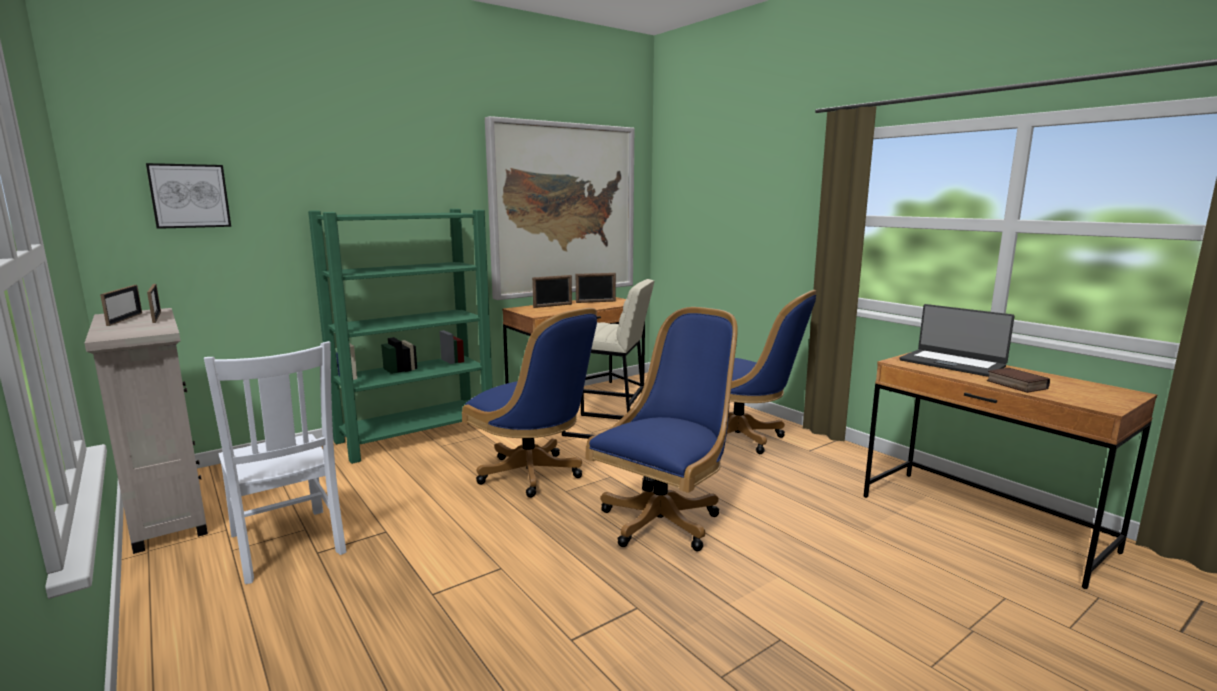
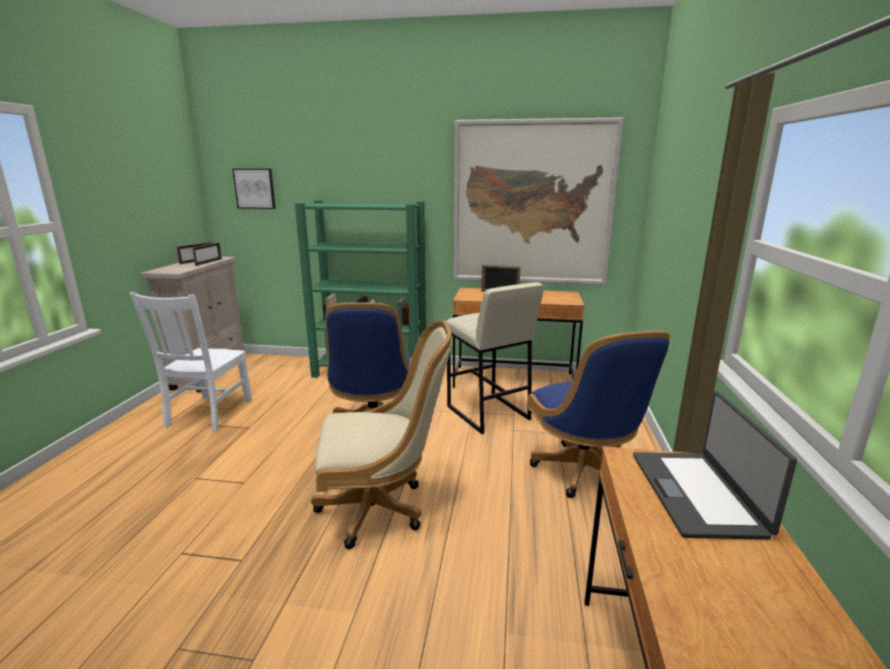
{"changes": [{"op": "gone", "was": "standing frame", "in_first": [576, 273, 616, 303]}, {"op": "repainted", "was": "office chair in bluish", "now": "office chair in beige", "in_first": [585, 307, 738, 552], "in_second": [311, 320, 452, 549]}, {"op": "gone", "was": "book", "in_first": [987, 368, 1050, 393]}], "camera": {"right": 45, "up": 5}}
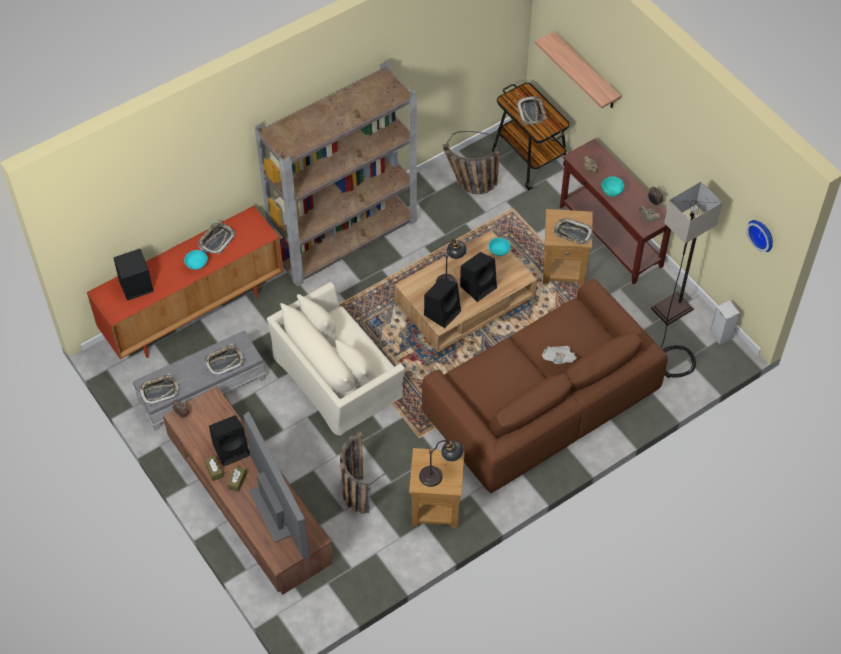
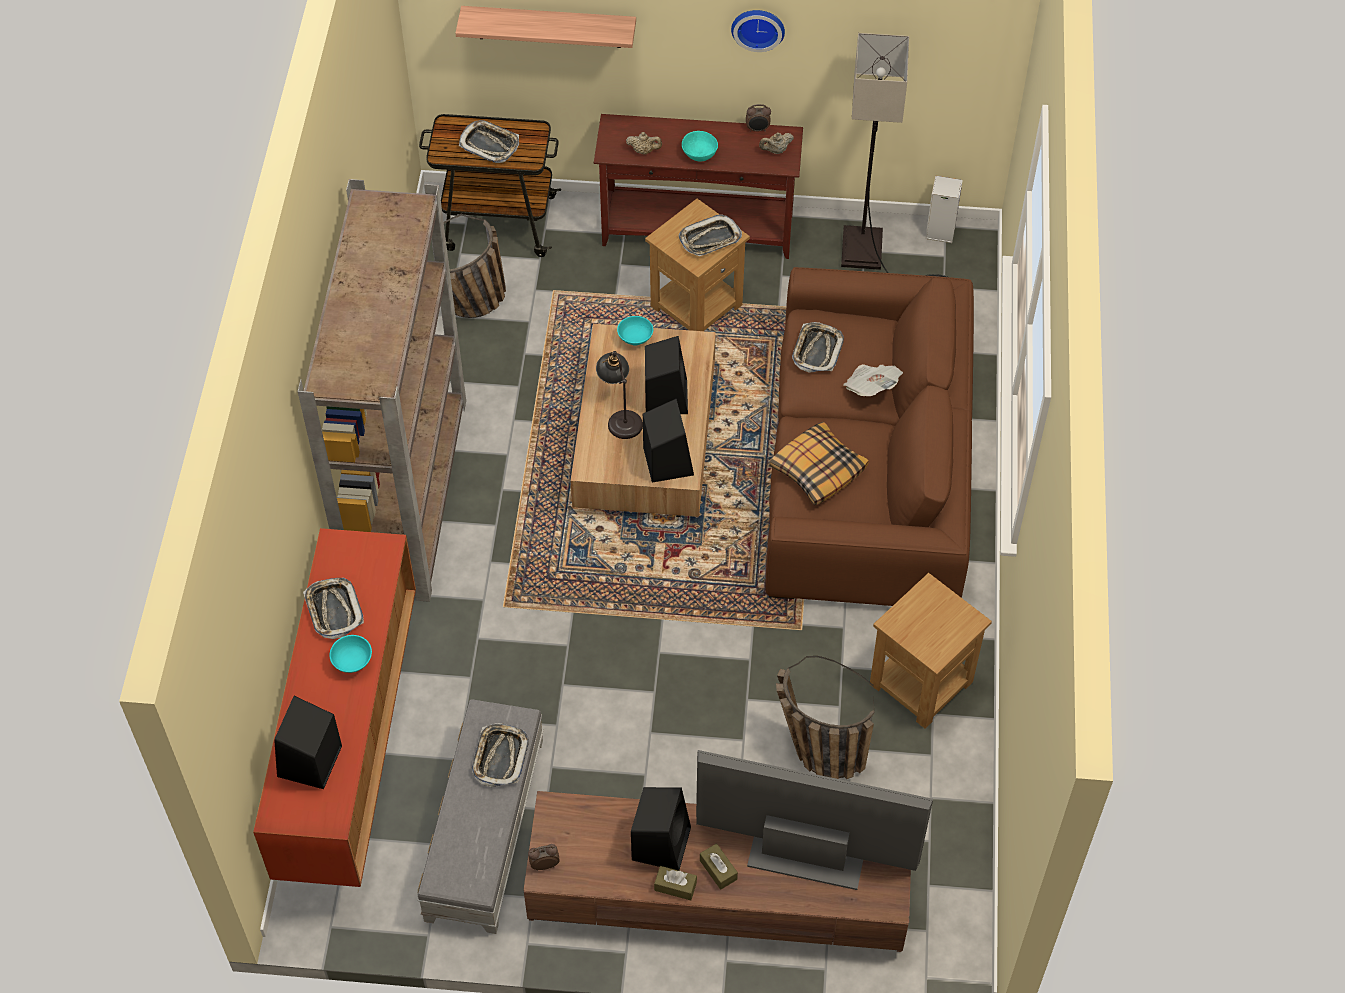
{"changes": [{"op": "shifted", "was": "hanging clock", "in_first": [746, 220, 773, 252], "in_second": [731, 10, 785, 52]}, {"op": "gone", "was": "easy chair in beige", "in_first": [267, 282, 405, 436]}, {"op": "shifted", "was": "tray", "in_first": [138, 374, 180, 406], "in_second": [792, 322, 844, 373]}, {"op": "gone", "was": "table lamp in greyish", "in_first": [419, 438, 464, 487]}, {"op": "new", "now": "pillow", "in_second": [769, 422, 869, 505]}], "camera": {"right": -50, "up": 0}}
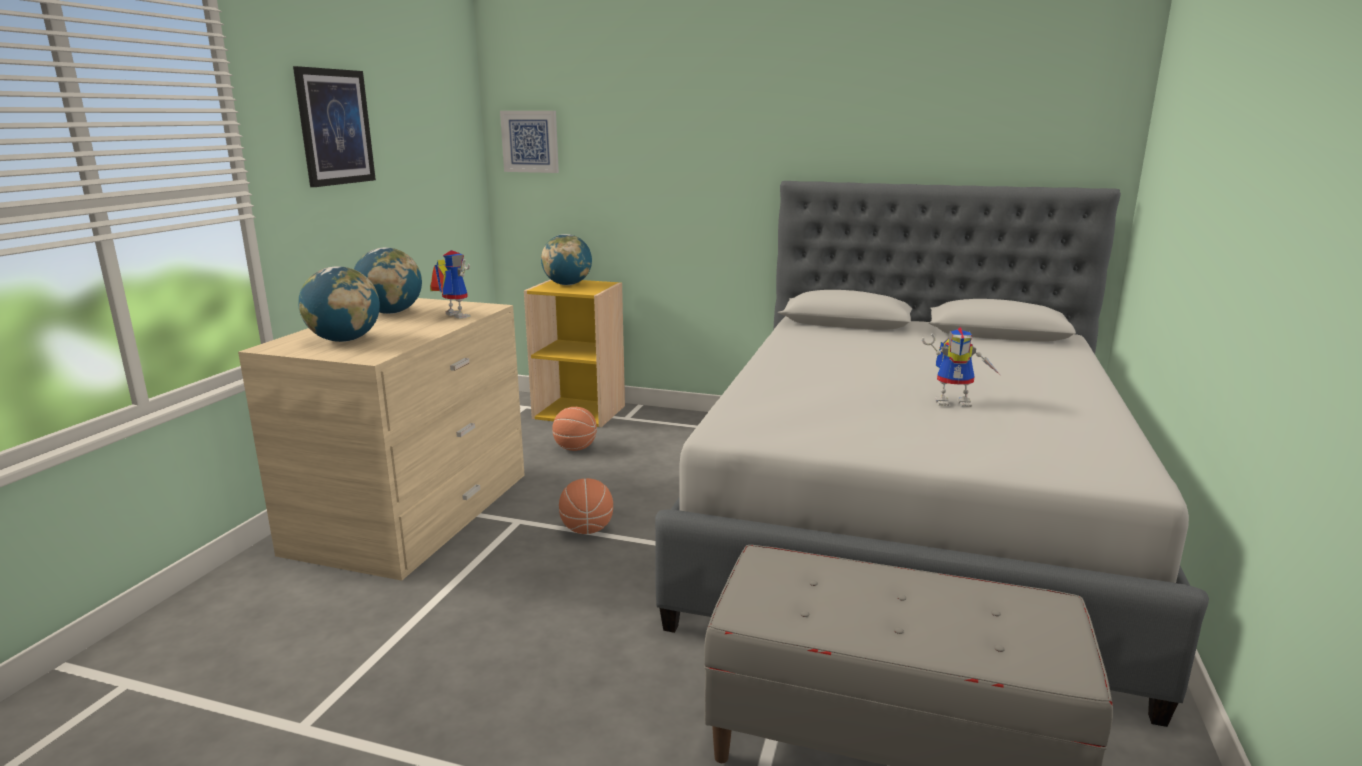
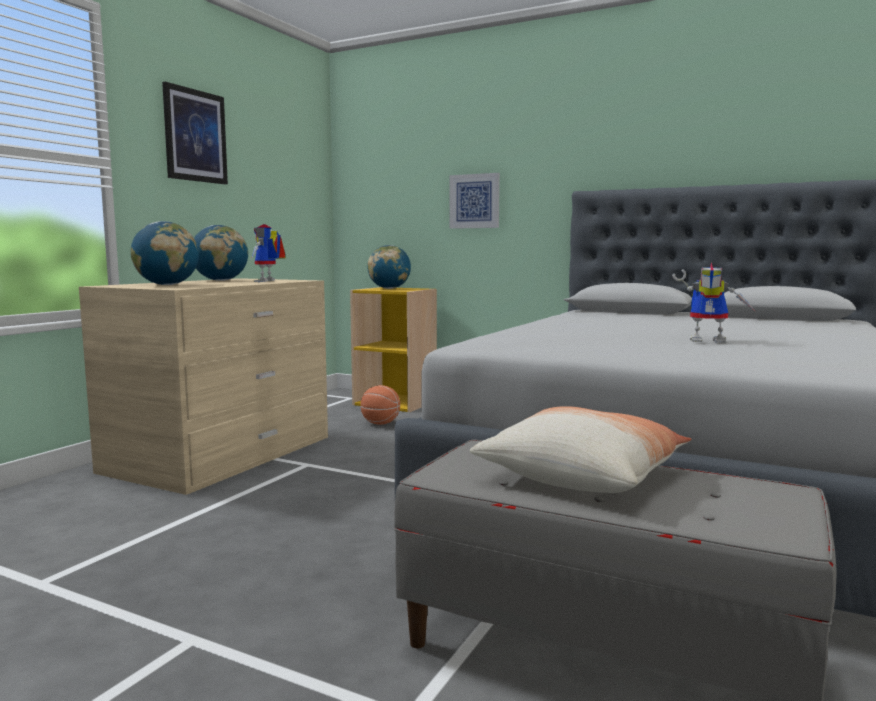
{"changes": [{"op": "shifted", "was": "picture", "in_first": [500, 111, 559, 173], "in_second": [449, 173, 500, 229]}, {"op": "rotated", "was": "model robot", "in_first": [430, 250, 471, 319], "in_second": [251, 224, 286, 282], "clockwise": -135}, {"op": "gone", "was": "basketball", "in_first": [559, 478, 613, 534]}, {"op": "new", "now": "pillow", "in_second": [469, 406, 691, 493]}], "camera": {"right": 10, "up": -10}}
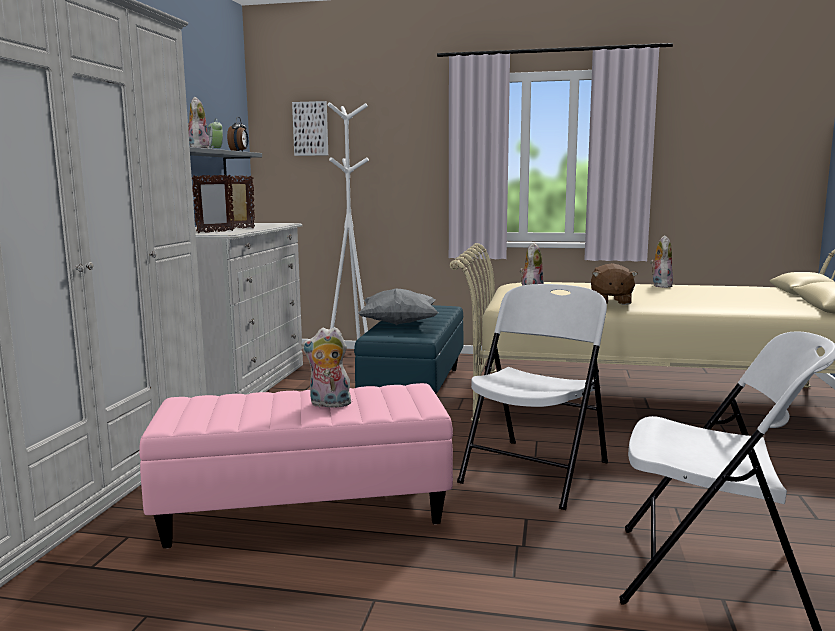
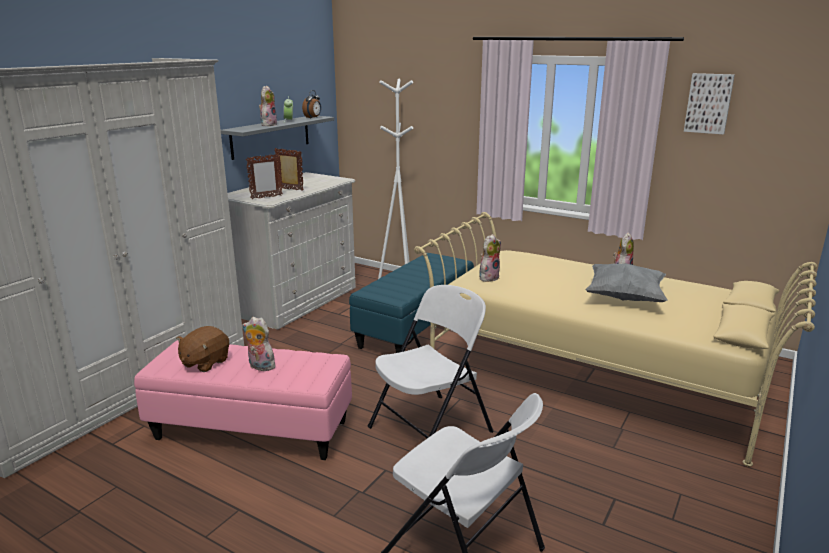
{"changes": [{"op": "shifted", "was": "picture", "in_first": [292, 101, 328, 156], "in_second": [684, 73, 735, 134]}, {"op": "shifted", "was": "plush toy in brown-coloured", "in_first": [591, 263, 638, 305], "in_second": [176, 326, 229, 372]}, {"op": "shifted", "was": "pillow in greyish", "in_first": [358, 288, 438, 325], "in_second": [585, 263, 668, 302]}], "camera": {"right": 20, "up": 10}}
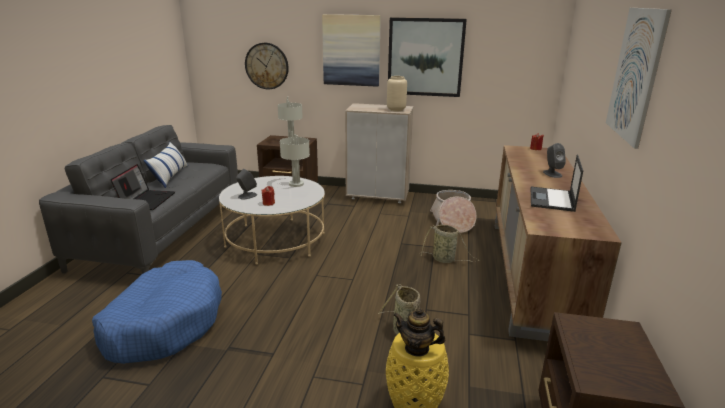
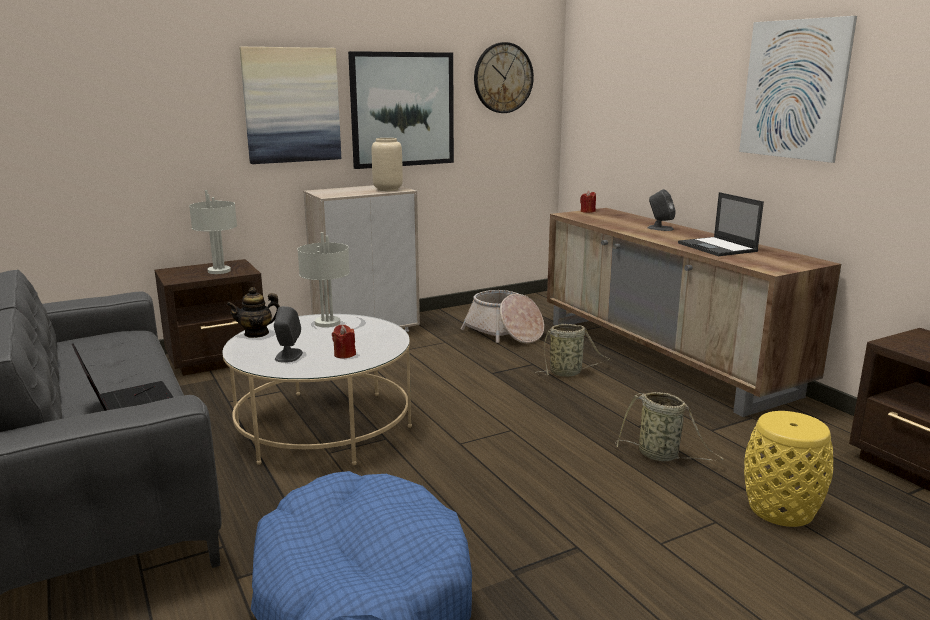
{"changes": [{"op": "shifted", "was": "hanging clock", "in_first": [245, 43, 289, 89], "in_second": [474, 42, 534, 113]}, {"op": "gone", "was": "pillow", "in_first": [143, 142, 188, 188]}, {"op": "shifted", "was": "pot for tea", "in_first": [393, 307, 445, 357], "in_second": [226, 287, 280, 338]}], "camera": {"right": -40, "up": -5}}
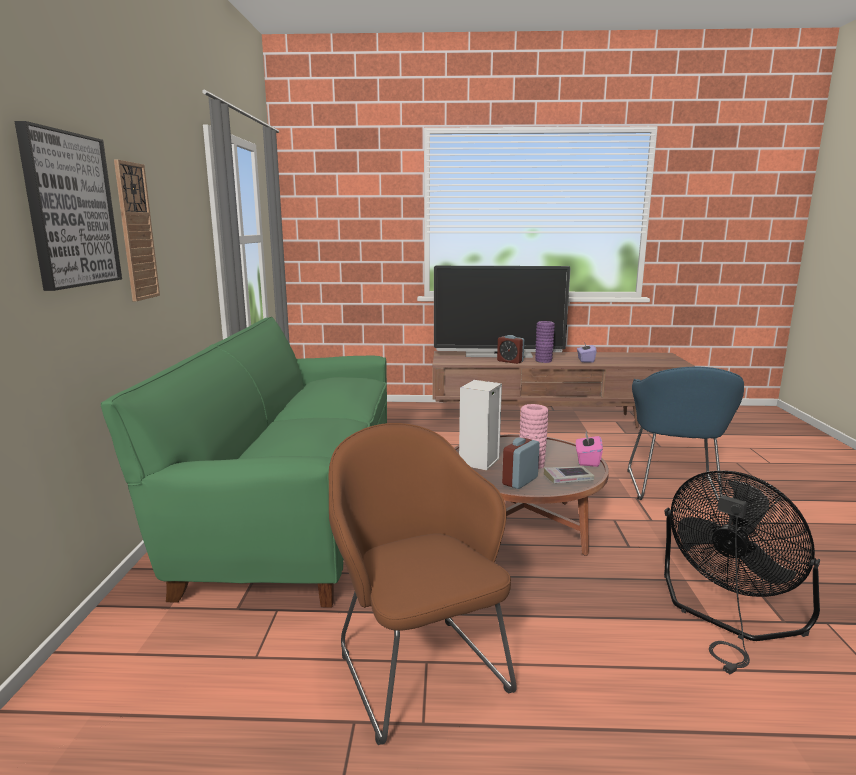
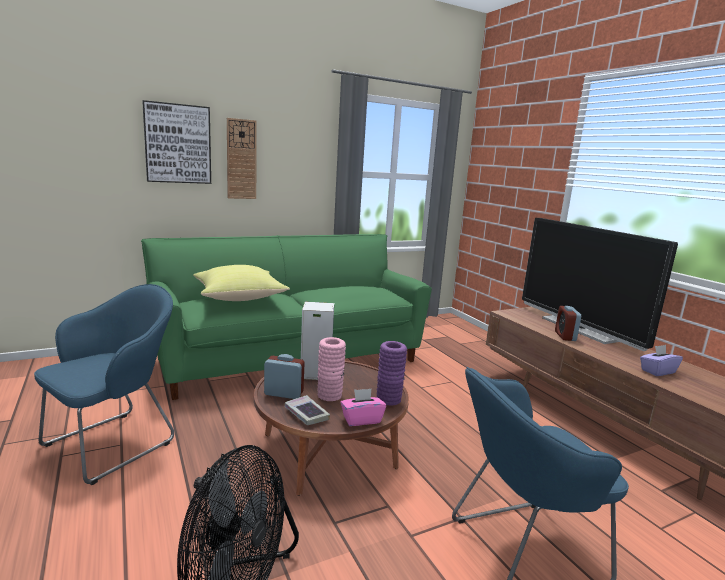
{"changes": [{"op": "shifted", "was": "decorative vase in purplish", "in_first": [535, 321, 555, 363], "in_second": [377, 341, 407, 406]}, {"op": "repainted", "was": "easy chair in brown-coloured", "now": "easy chair in bluish", "in_first": [329, 423, 517, 745], "in_second": [34, 284, 174, 485]}, {"op": "new", "now": "pillow in yellow-coloured", "in_second": [193, 265, 290, 301]}], "camera": {"right": 60, "up": 0}}
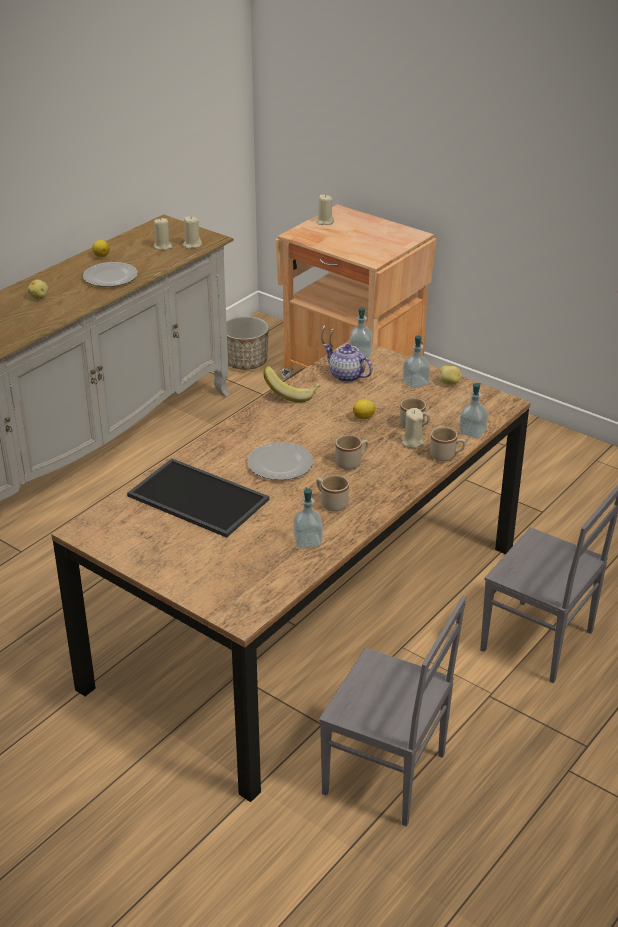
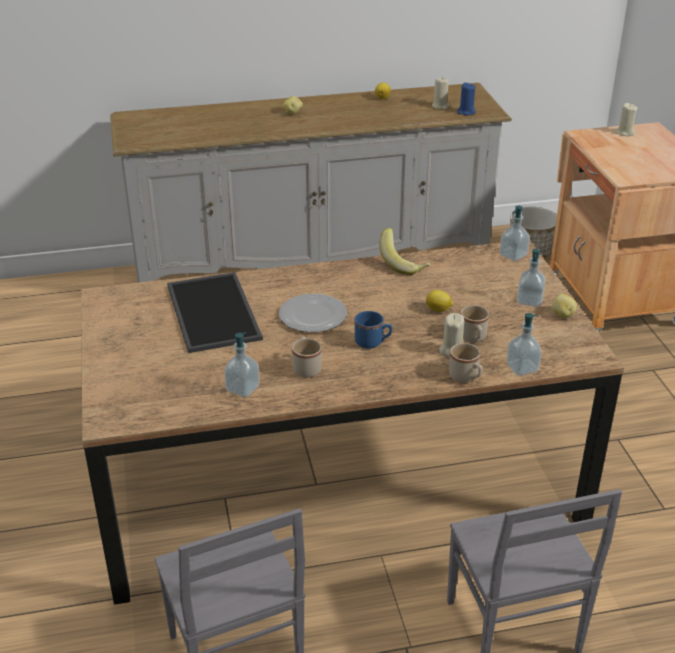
{"changes": [{"op": "repainted", "was": "wax light in beige", "now": "wax light in bluish", "in_first": [183, 216, 202, 249], "in_second": [457, 83, 476, 115]}, {"op": "gone", "was": "flat dish", "in_first": [83, 262, 138, 287]}, {"op": "gone", "was": "pot for tea", "in_first": [323, 343, 373, 382]}, {"op": "repainted", "was": "coffee mug in beige", "now": "coffee mug in bluish", "in_first": [335, 435, 368, 470], "in_second": [355, 311, 392, 349]}], "camera": {"right": 40, "up": 0}}
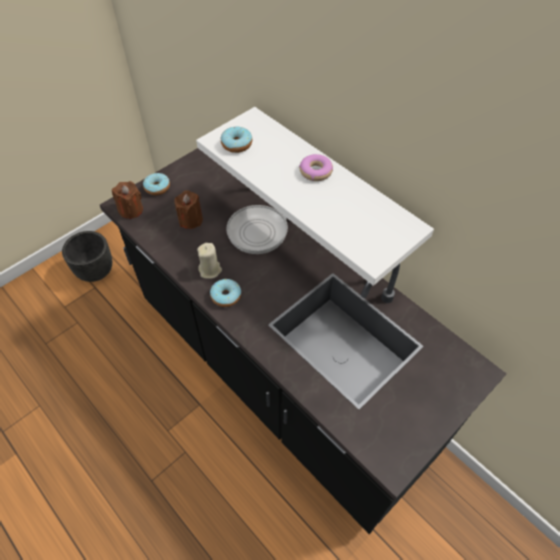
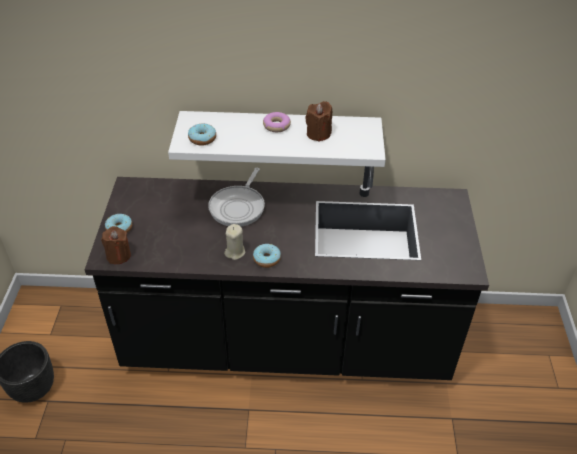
{"changes": [{"op": "shifted", "was": "wax light in brown-coloured", "in_first": [174, 190, 203, 229], "in_second": [305, 101, 332, 142]}], "camera": {"right": -45, "up": -10}}
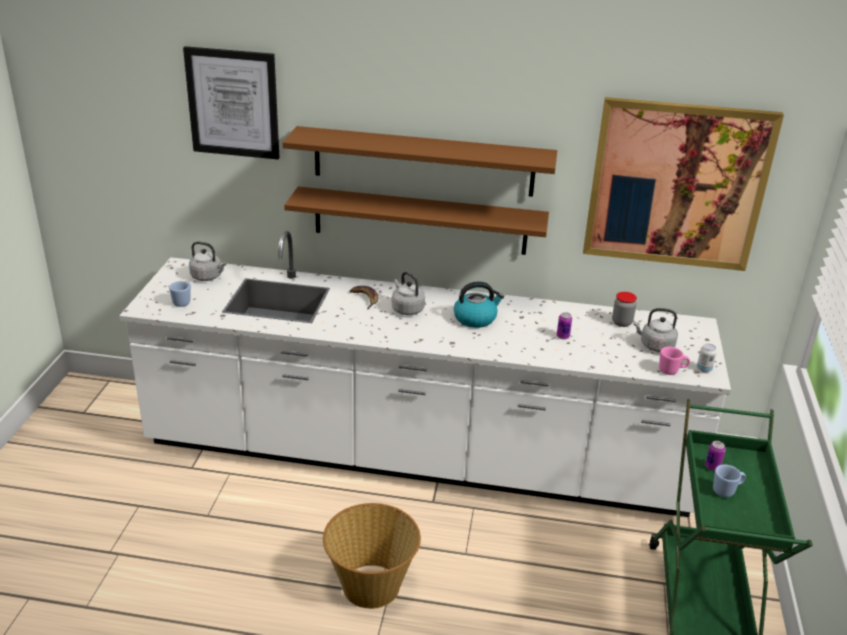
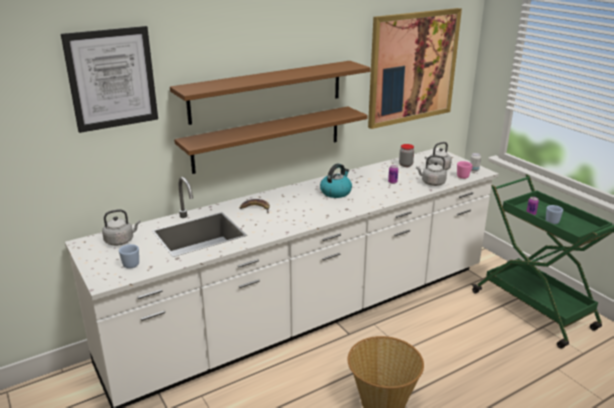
{"changes": [{"op": "shifted", "was": "water kettle in greyish", "in_first": [392, 272, 425, 315], "in_second": [416, 155, 447, 186]}], "camera": {"right": -40, "up": -5}}
